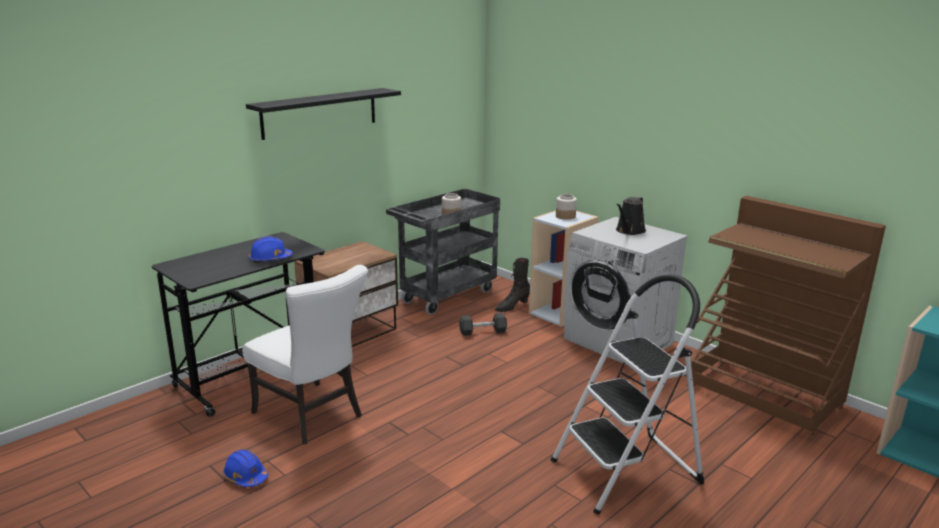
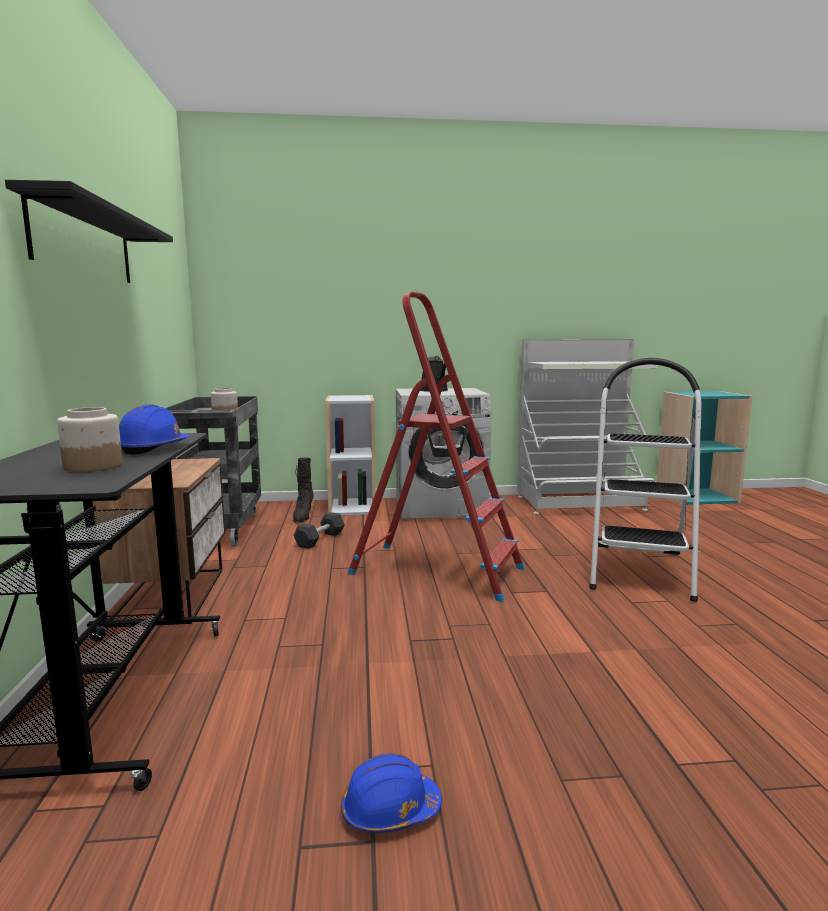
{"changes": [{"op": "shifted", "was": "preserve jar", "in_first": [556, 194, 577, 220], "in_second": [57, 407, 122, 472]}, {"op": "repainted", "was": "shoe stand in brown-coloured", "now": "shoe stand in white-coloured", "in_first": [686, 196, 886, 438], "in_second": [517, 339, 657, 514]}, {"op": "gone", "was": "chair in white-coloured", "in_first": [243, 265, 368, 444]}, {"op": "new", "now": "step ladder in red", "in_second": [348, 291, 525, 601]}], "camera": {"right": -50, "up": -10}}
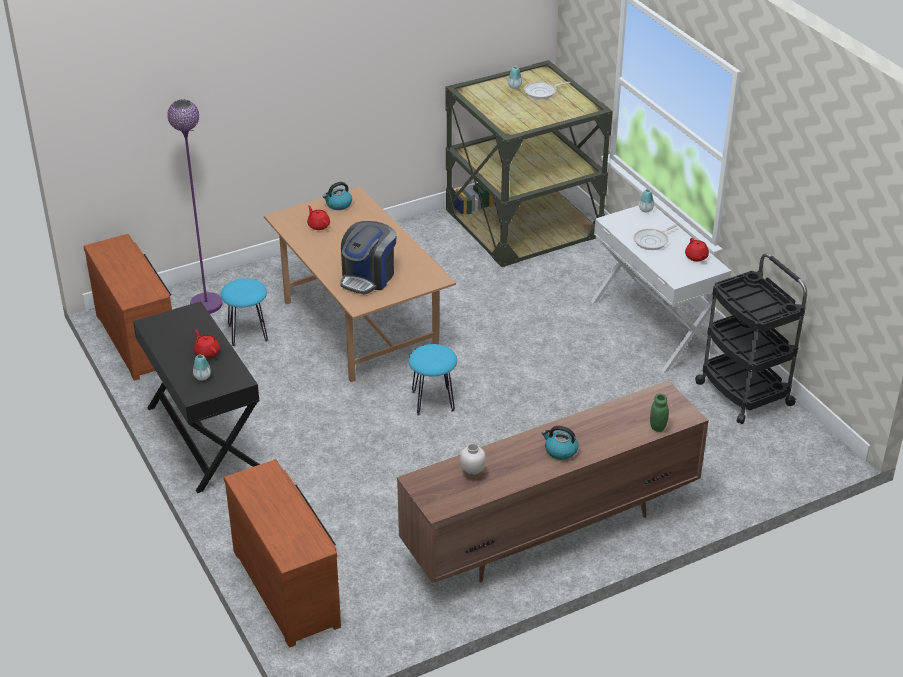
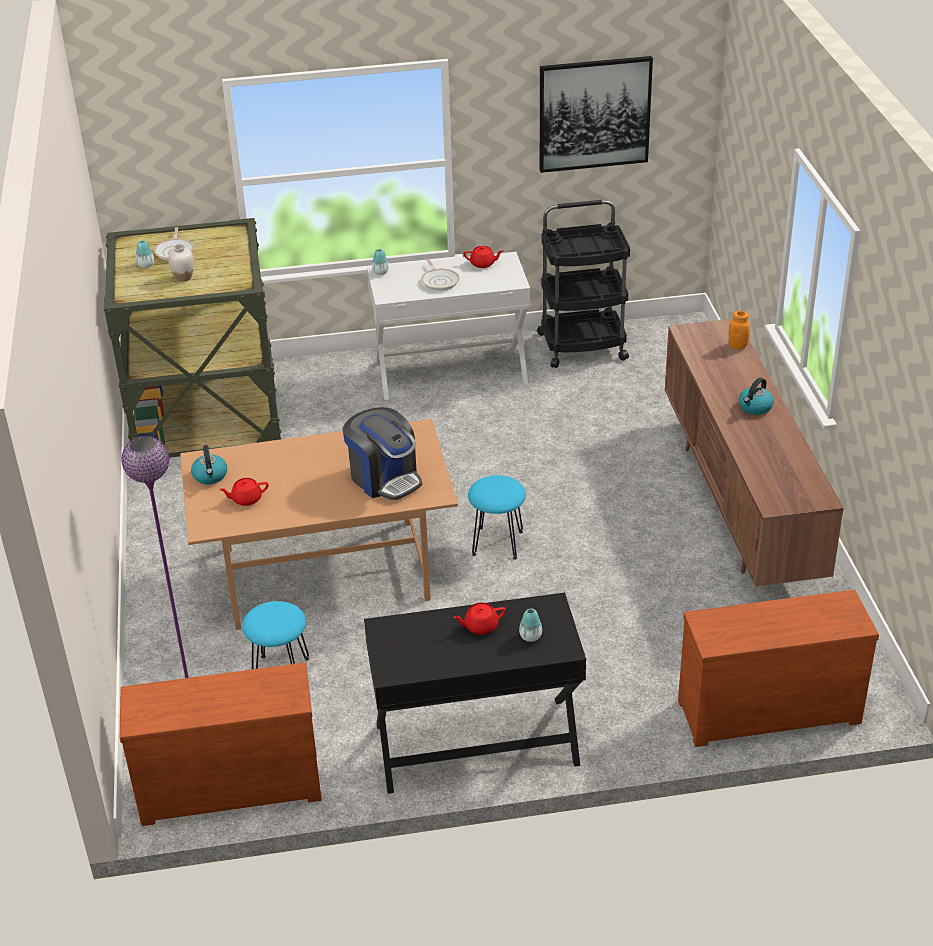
{"changes": [{"op": "repainted", "was": "preserve jar in green-coloured", "now": "preserve jar in orangey", "in_first": [650, 394, 669, 432], "in_second": [728, 311, 750, 350]}, {"op": "shifted", "was": "decorative vase in white-coloured", "in_first": [460, 443, 486, 480], "in_second": [168, 244, 194, 282]}, {"op": "new", "now": "picture", "in_second": [540, 56, 653, 173]}], "camera": {"right": -70, "up": 0}}
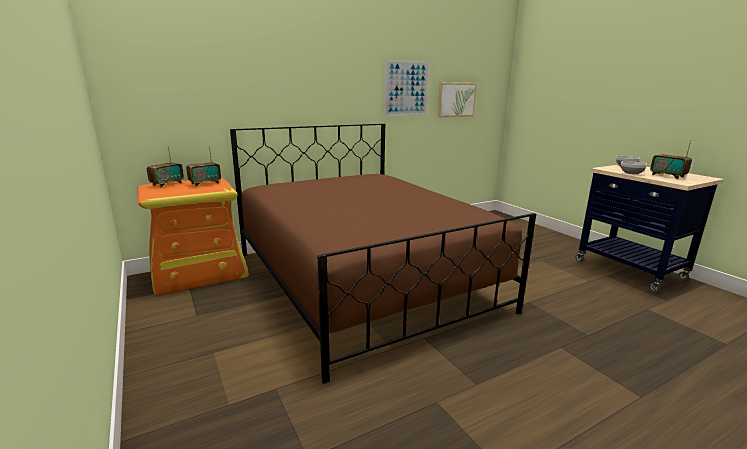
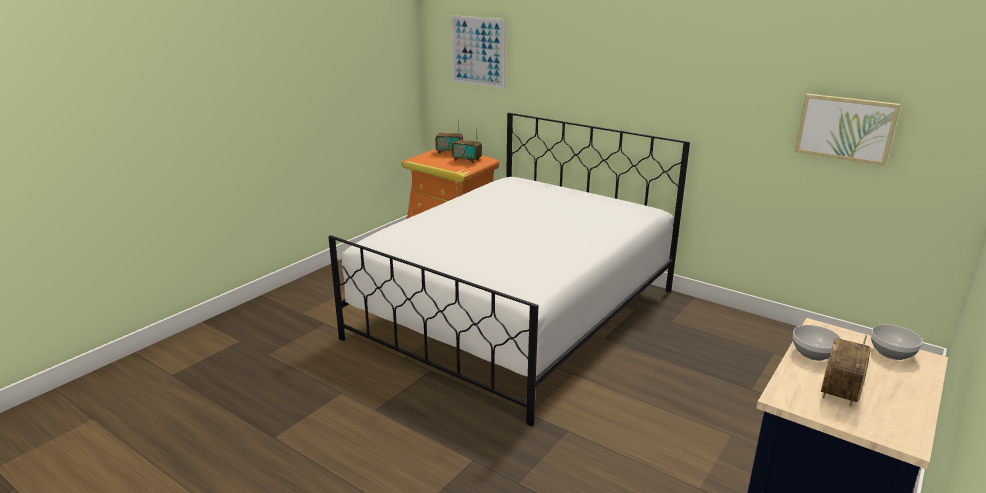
{"changes": [{"op": "shifted", "was": "picture", "in_first": [384, 60, 430, 116], "in_second": [451, 15, 505, 89]}, {"op": "repainted", "was": "bedroom bed in brown-coloured", "now": "bedroom bed in white-coloured", "in_first": [230, 124, 536, 384], "in_second": [328, 113, 690, 426]}], "camera": {"right": 65, "up": 5}}
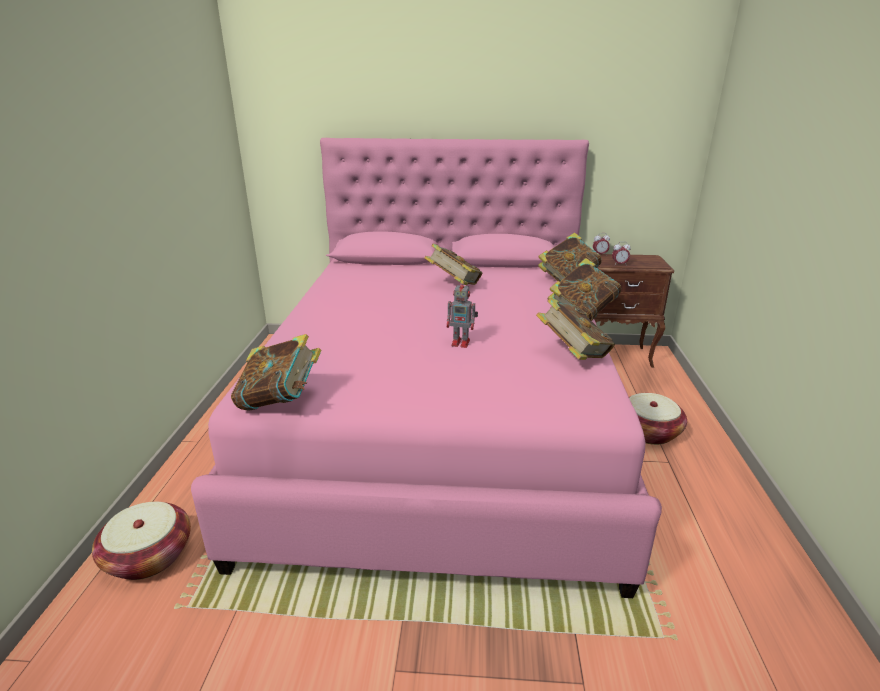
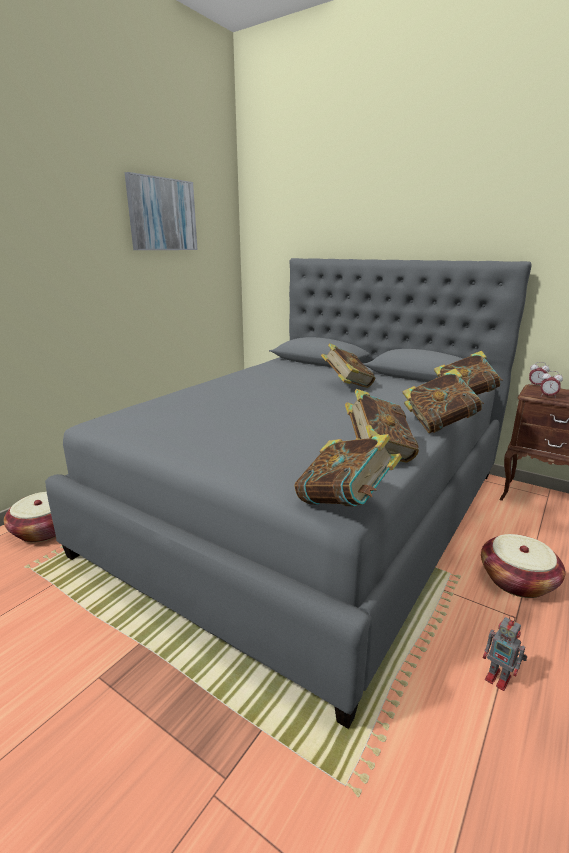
{"changes": [{"op": "repainted", "was": "bedroom bed in pinkish", "now": "bedroom bed in greyish", "in_first": [191, 138, 662, 598], "in_second": [45, 258, 532, 729]}, {"op": "shifted", "was": "model robot", "in_first": [447, 279, 478, 348], "in_second": [483, 616, 527, 691]}, {"op": "shifted", "was": "book", "in_first": [231, 334, 321, 411], "in_second": [294, 434, 402, 507]}, {"op": "new", "now": "picture", "in_second": [124, 172, 198, 250]}], "camera": {"right": 30, "up": -5}}
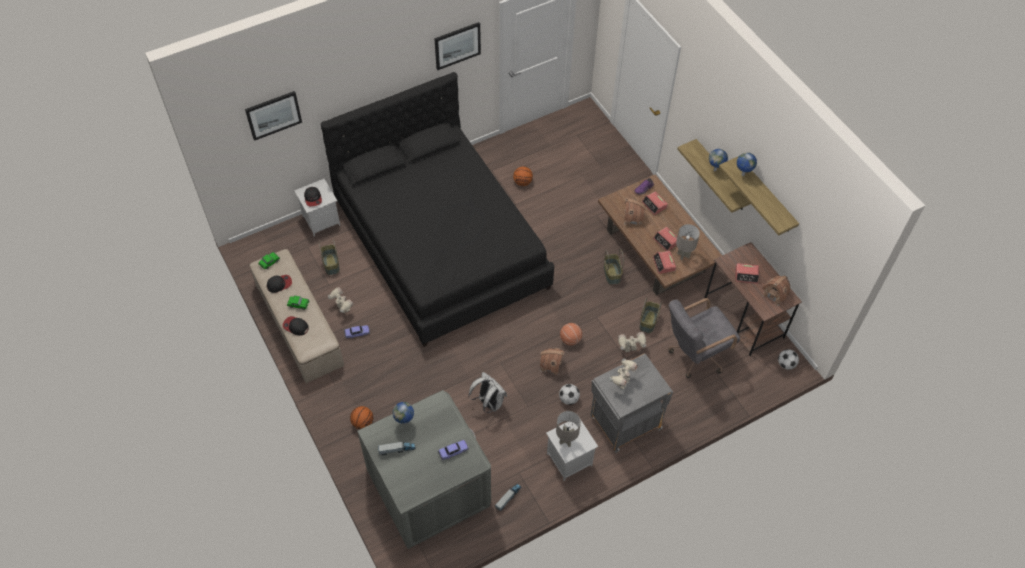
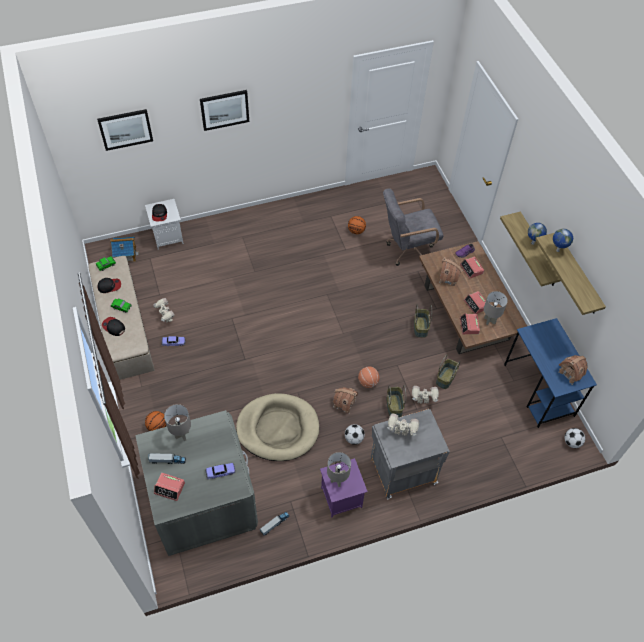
{"changes": [{"op": "shifted", "was": "picture", "in_first": [434, 22, 481, 70], "in_second": [200, 90, 249, 131]}, {"op": "gone", "was": "bedroom bed in blackish", "in_first": [321, 72, 554, 347]}, {"op": "shifted", "was": "basket", "in_first": [319, 240, 340, 275], "in_second": [386, 385, 406, 418]}, {"op": "repainted", "was": "desk table in brown-coloured", "now": "desk table in bluish", "in_first": [705, 242, 802, 356], "in_second": [504, 318, 597, 428]}, {"op": "shifted", "was": "alarm clock", "in_first": [736, 263, 759, 284], "in_second": [154, 473, 185, 501]}, {"op": "shifted", "was": "office chair in greyish", "in_first": [668, 298, 740, 378], "in_second": [383, 188, 444, 266]}, {"op": "rotated", "was": "model robot", "in_first": [610, 359, 638, 389], "in_second": [387, 413, 419, 436], "clockwise": -120}, {"op": "swapped", "was": "knapsack in white-coloured", "now": "dog cushion in beige", "in_first": [468, 372, 507, 413], "in_second": [236, 393, 319, 461]}, {"op": "swapped", "was": "world globe", "now": "table lamp in greyish", "in_first": [392, 402, 414, 424], "in_second": [164, 404, 191, 441]}, {"op": "repainted", "was": "bedside table in greyish", "now": "bedside table in purplish", "in_first": [546, 419, 598, 481], "in_second": [320, 458, 368, 518]}, {"op": "new", "now": "miniature house", "in_second": [110, 236, 139, 262]}], "camera": {"right": 10, "up": 0}}
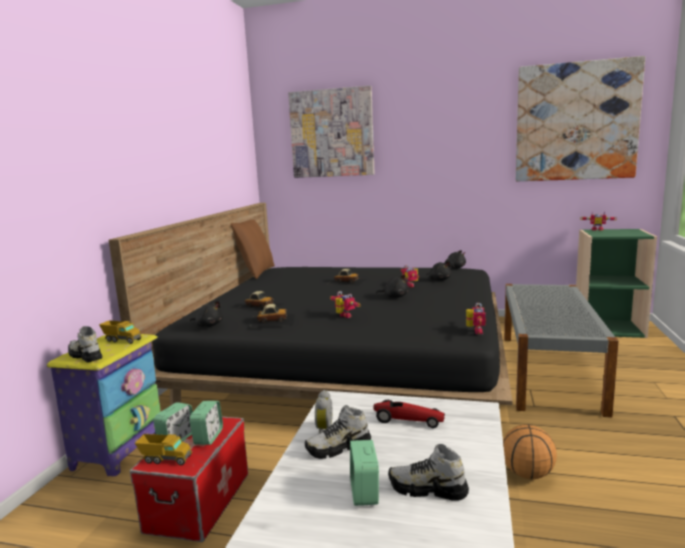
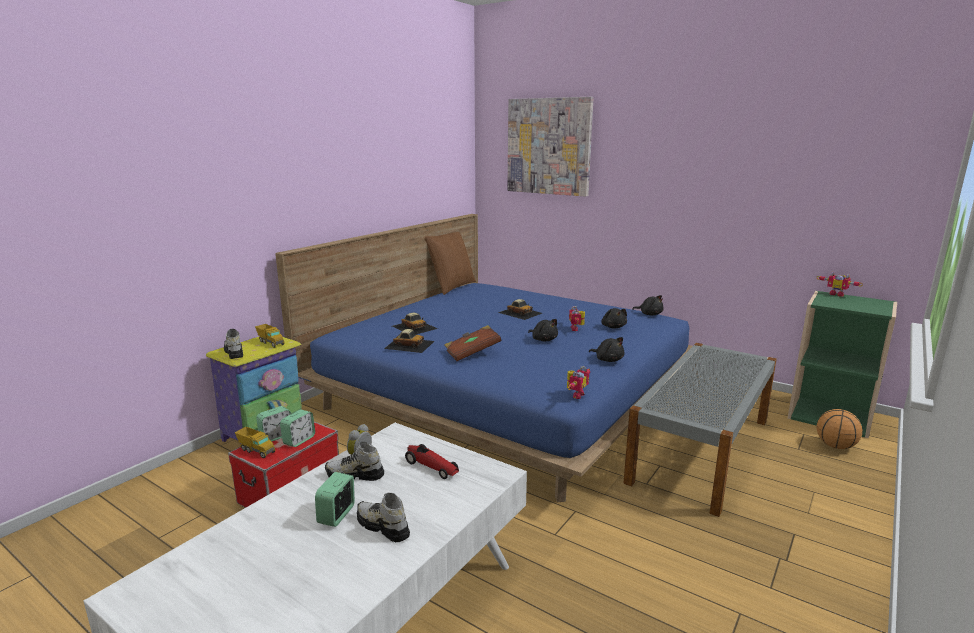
{"changes": [{"op": "gone", "was": "picture", "in_first": [516, 56, 645, 181]}, {"op": "repainted", "was": "bedroom bed in blackish", "now": "bedroom bed in bluish", "in_first": [109, 203, 513, 406], "in_second": [275, 214, 693, 502]}, {"op": "swapped", "was": "model robot", "now": "book in brown-coloured", "in_first": [330, 291, 360, 318], "in_second": [444, 325, 501, 361]}, {"op": "shifted", "was": "plush toy in blackish", "in_first": [190, 301, 223, 327], "in_second": [589, 337, 624, 362]}, {"op": "shifted", "was": "basketball", "in_first": [503, 425, 557, 479], "in_second": [817, 409, 863, 449]}], "camera": {"right": 20, "up": 5}}
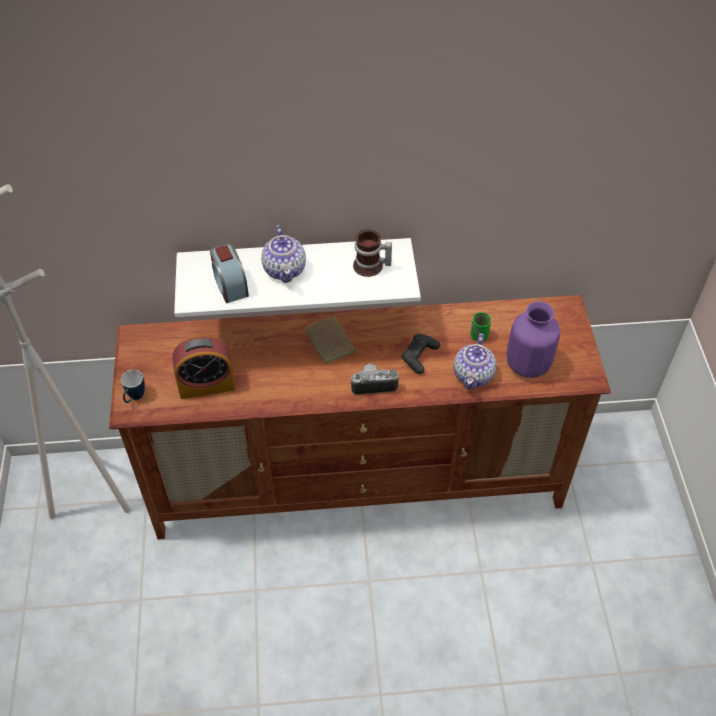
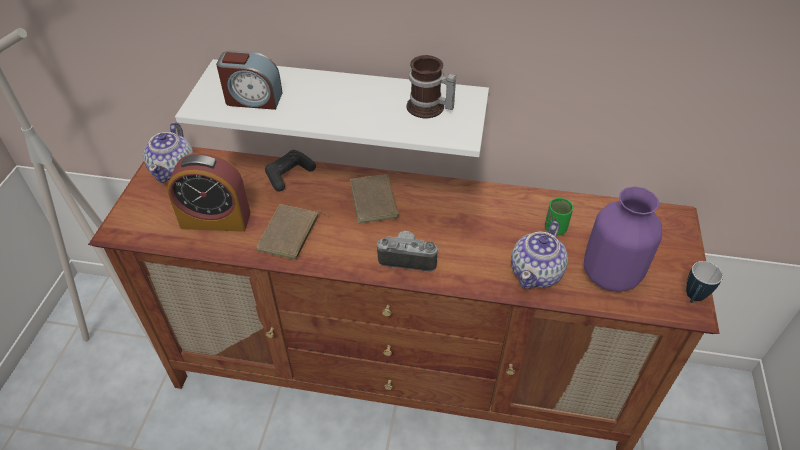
{"changes": [{"op": "shifted", "was": "pot for tea", "in_first": [261, 225, 306, 283], "in_second": [143, 122, 193, 183]}, {"op": "rotated", "was": "alarm clock", "in_first": [210, 243, 249, 303], "in_second": [216, 51, 283, 110], "clockwise": -75}, {"op": "shifted", "was": "gamepad in blackish", "in_first": [402, 334, 440, 374], "in_second": [265, 150, 316, 191]}, {"op": "shifted", "was": "coffee mug", "in_first": [121, 370, 145, 403], "in_second": [686, 261, 723, 303]}, {"op": "new", "now": "book in brown-coloured", "in_second": [257, 204, 330, 260]}], "camera": {"right": 15, "up": -5}}
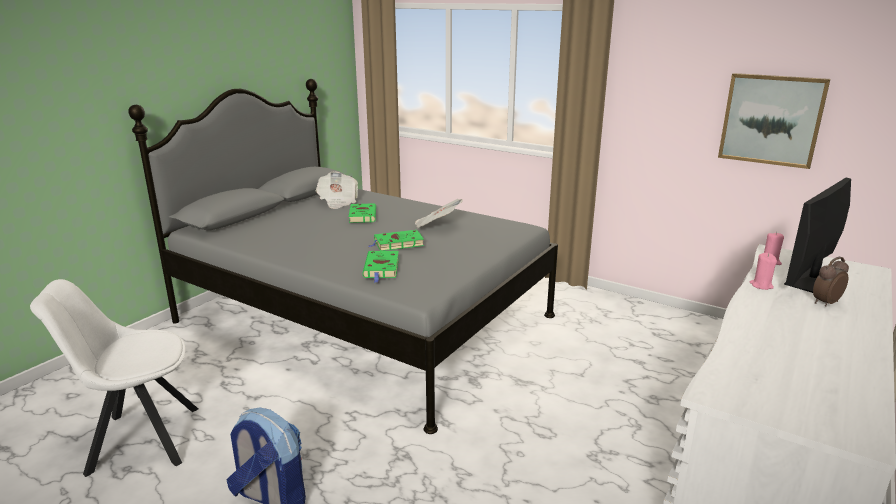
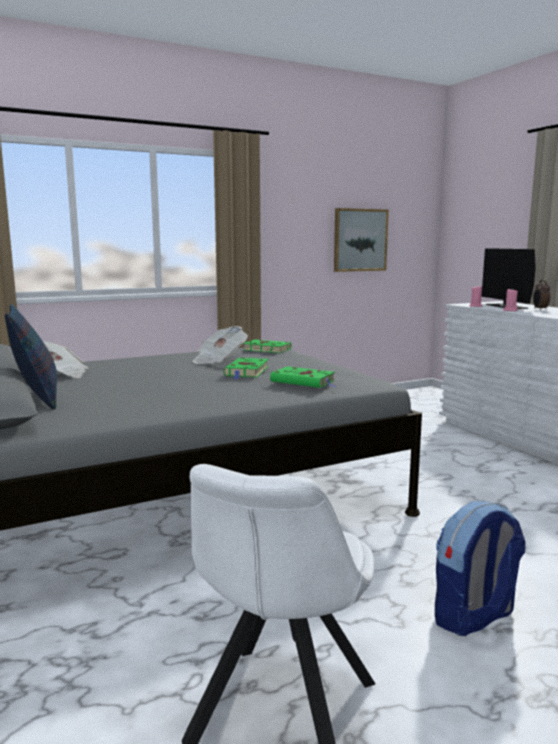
{"changes": [{"op": "shifted", "was": "book in green-coloured", "in_first": [349, 203, 376, 223], "in_second": [243, 340, 292, 353]}, {"op": "new", "now": "pillow in bluish", "in_second": [5, 304, 57, 409]}], "camera": {"right": -60, "up": -10}}
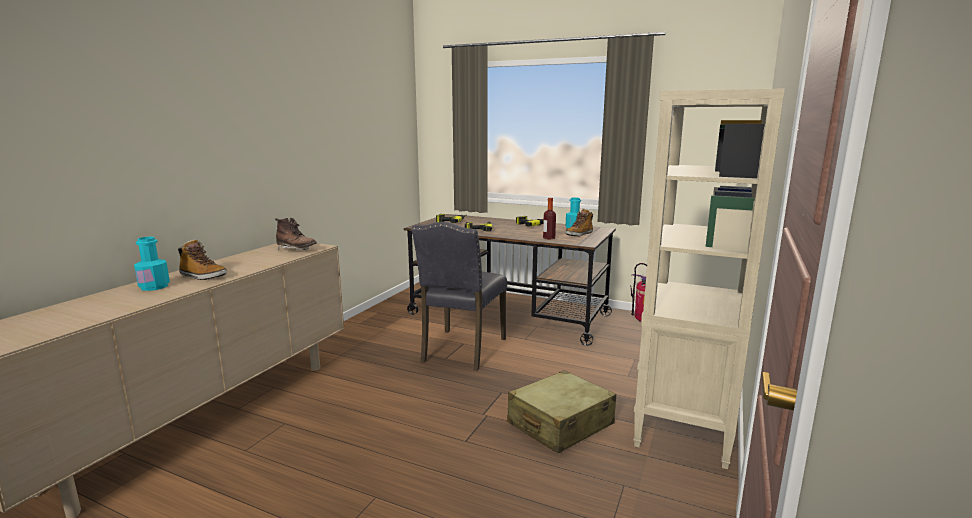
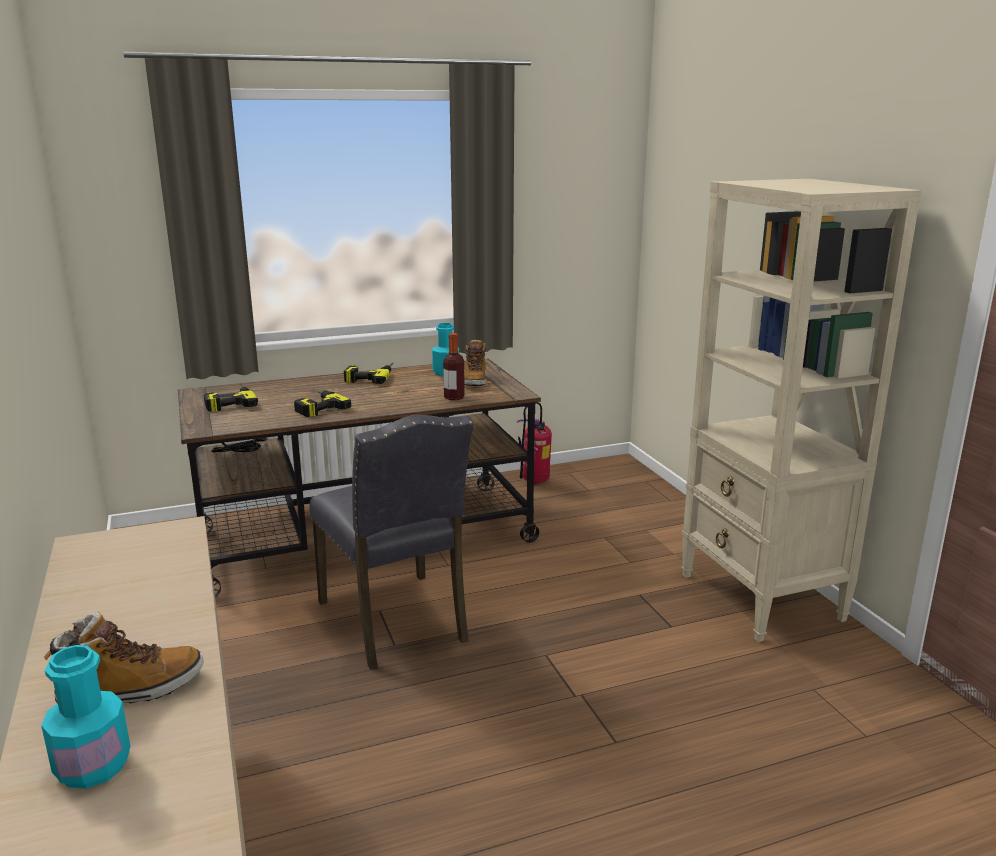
{"changes": [{"op": "gone", "was": "tall boot in brown-coloured", "in_first": [275, 218, 317, 250]}, {"op": "gone", "was": "suitcase in beige", "in_first": [507, 370, 616, 454]}], "camera": {"right": -45, "up": 5}}
